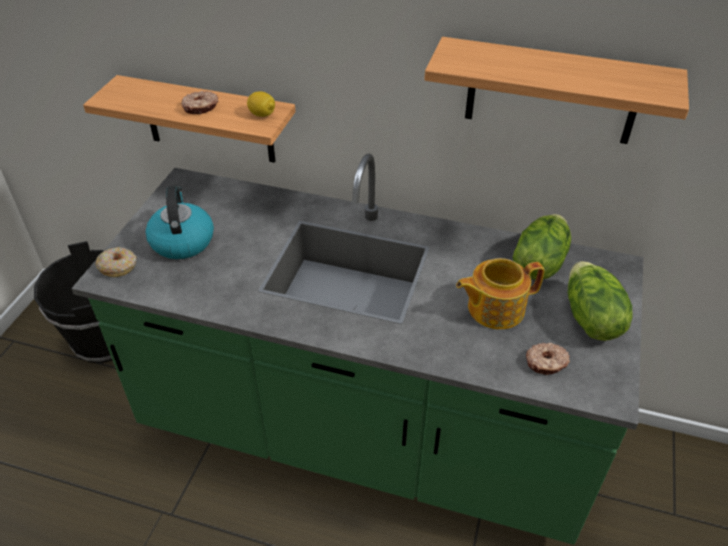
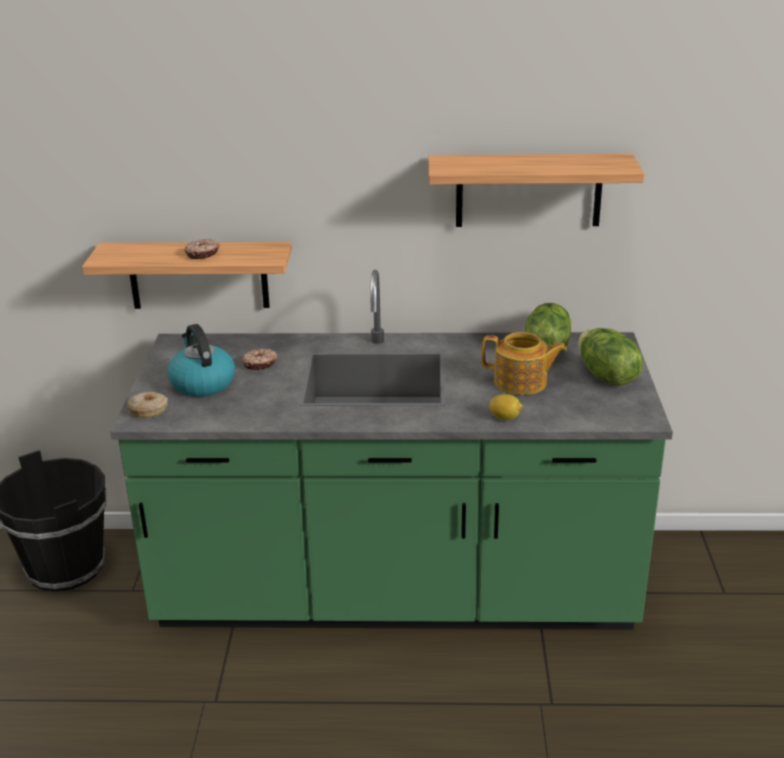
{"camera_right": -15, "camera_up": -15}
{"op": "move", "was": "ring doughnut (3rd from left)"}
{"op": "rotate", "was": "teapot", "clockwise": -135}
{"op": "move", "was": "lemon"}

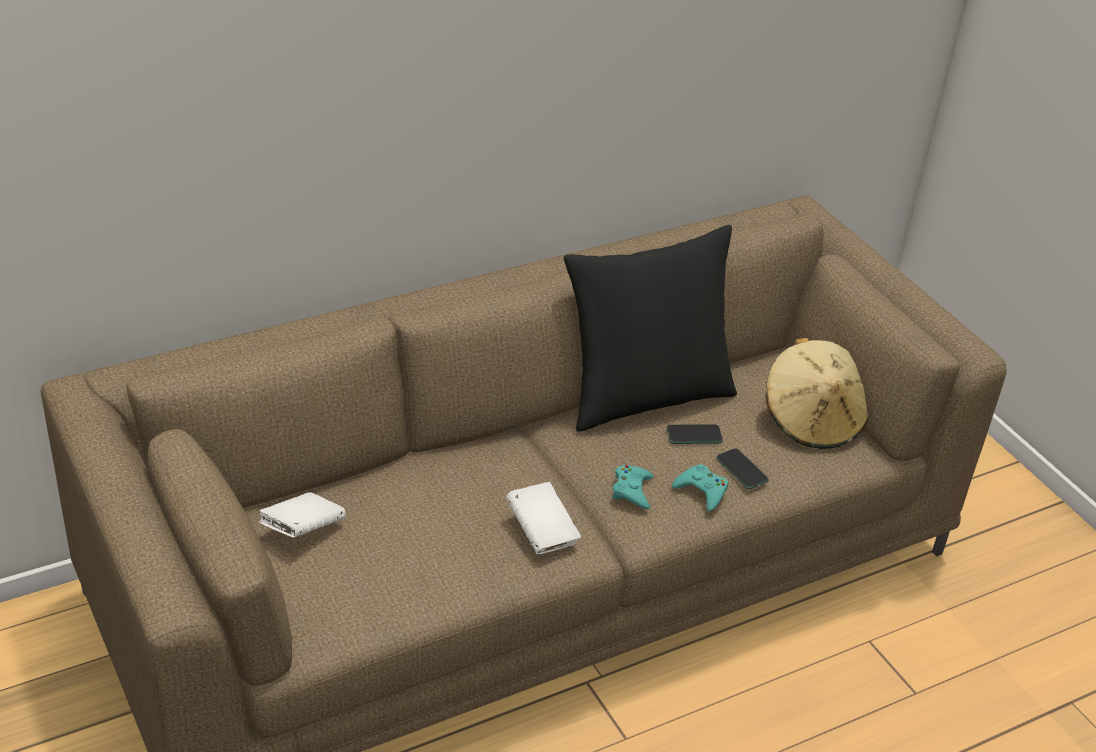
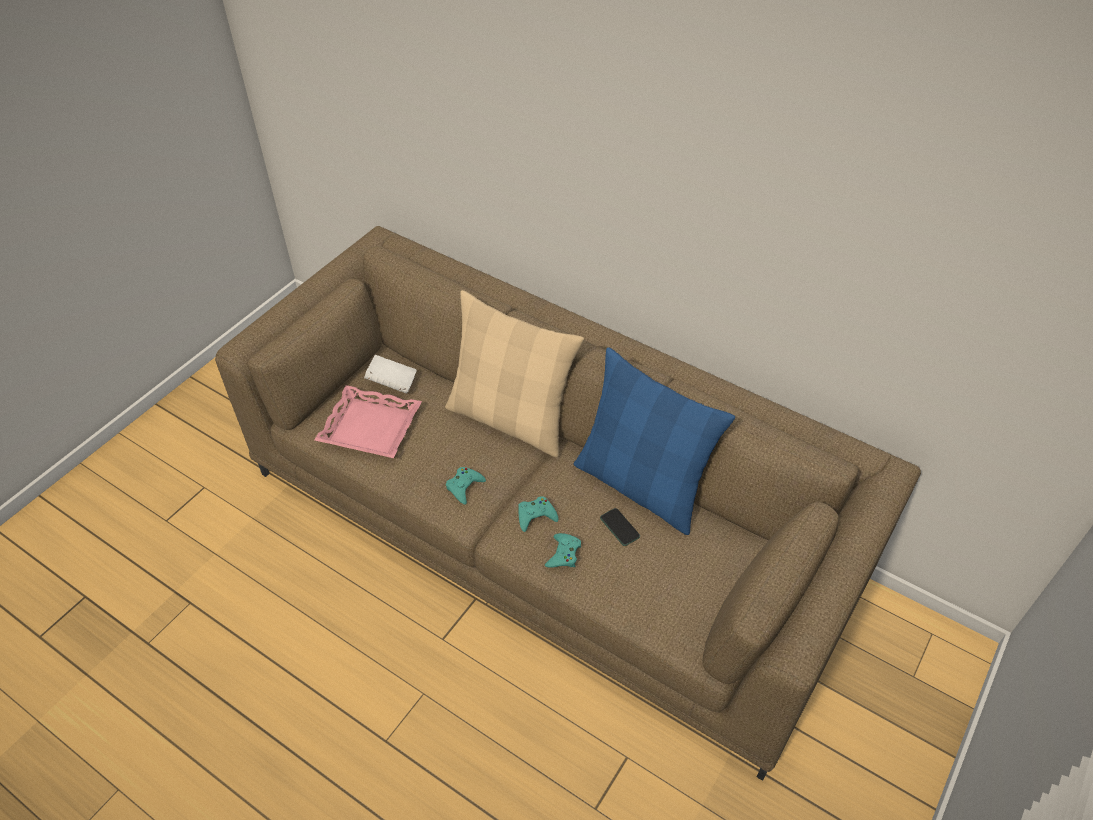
{"camera_right": 65, "camera_up": 10}
{"op": "insert", "now": "pink-coloured carrying tray"}
{"op": "insert", "now": "sand-coloured throw pillow"}
{"op": "replace", "was": "whitish book (2nd from left)", "now": "blue-green game controller (1st from left)"}
{"op": "recolor", "was": "blackish throw pillow", "now": "bluish throw pillow"}
{"op": "delete", "was": "telephone (2nd from left)"}
{"op": "delete", "was": "sand-coloured clothing hat"}

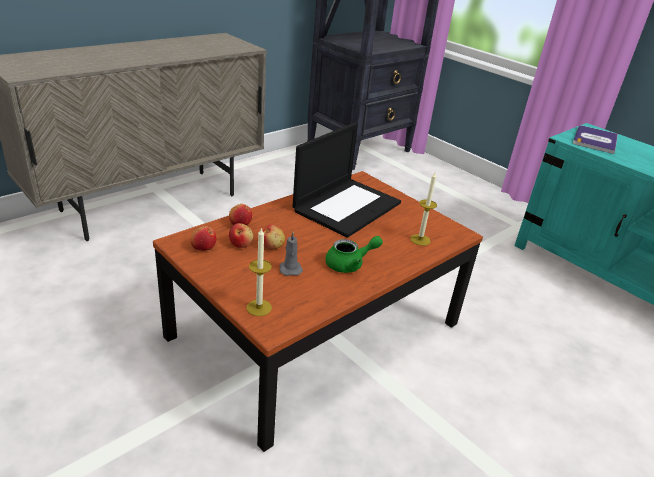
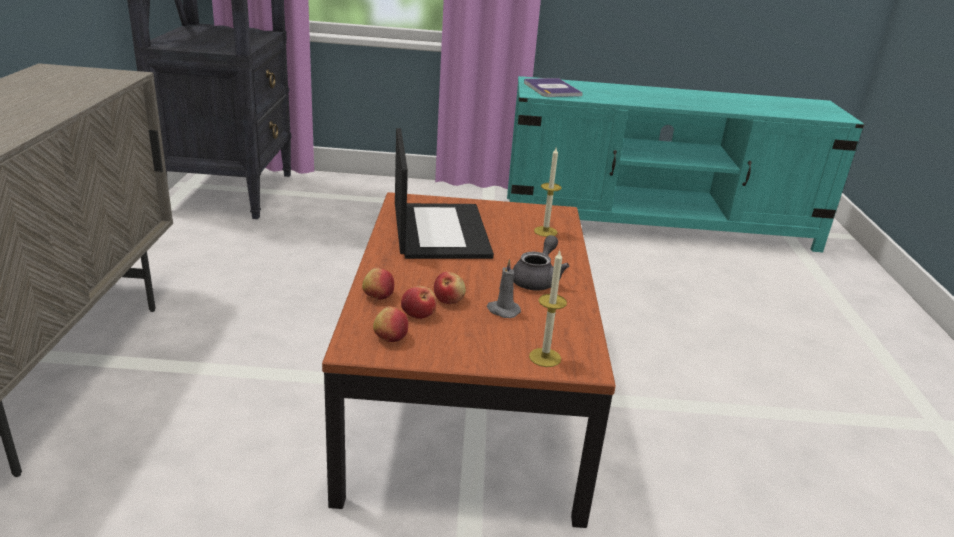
{"camera_right": -45, "camera_up": -5}
{"op": "recolor", "was": "greenish teapot", "now": "gray teapot"}

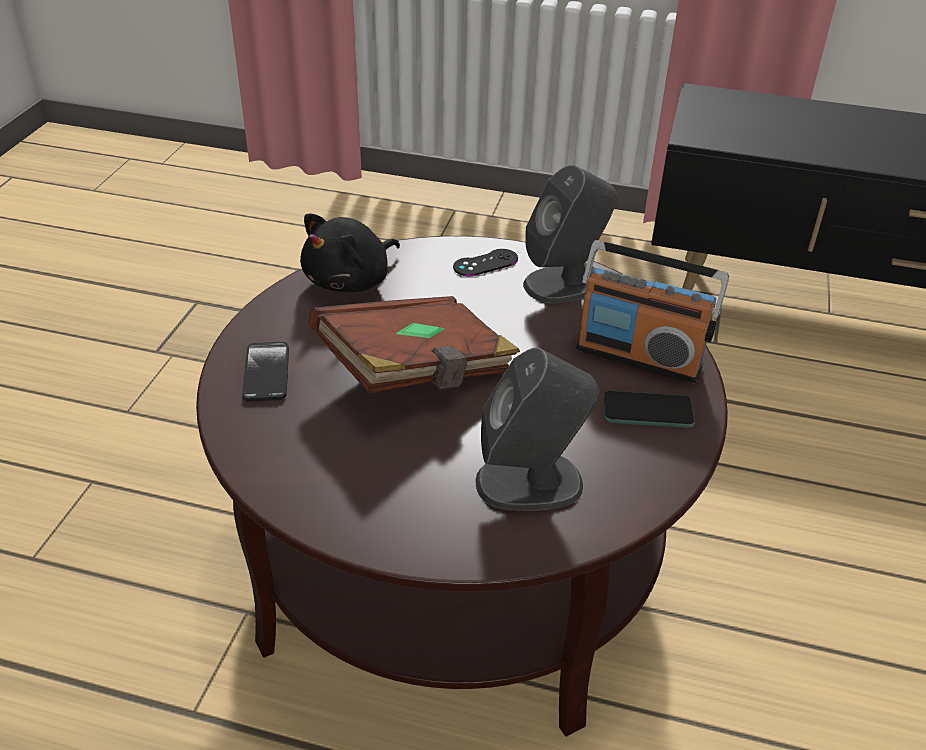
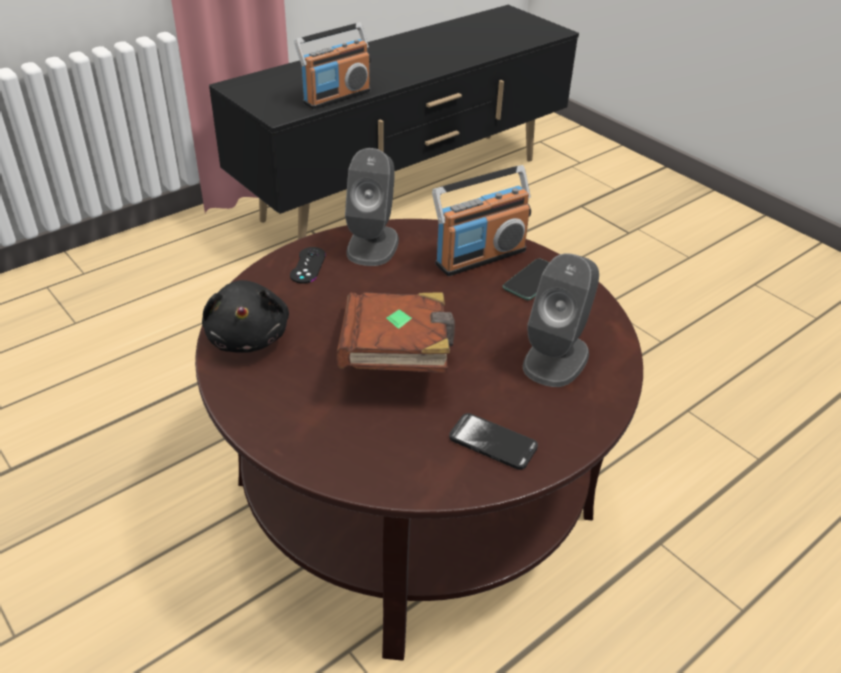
{"camera_right": -55, "camera_up": 0}
{"op": "insert", "now": "radio receiver (1st from left)"}
{"op": "move", "was": "telephone (1st from left)"}

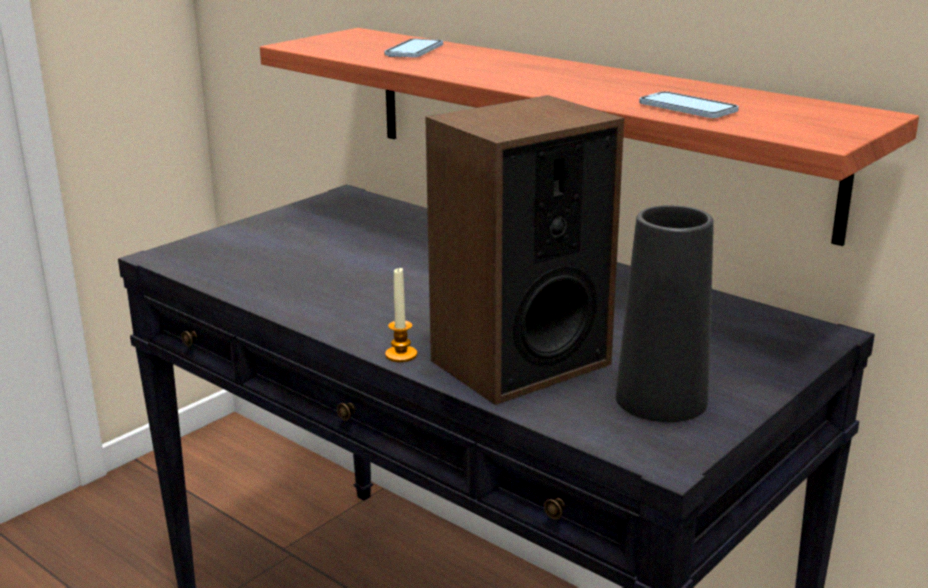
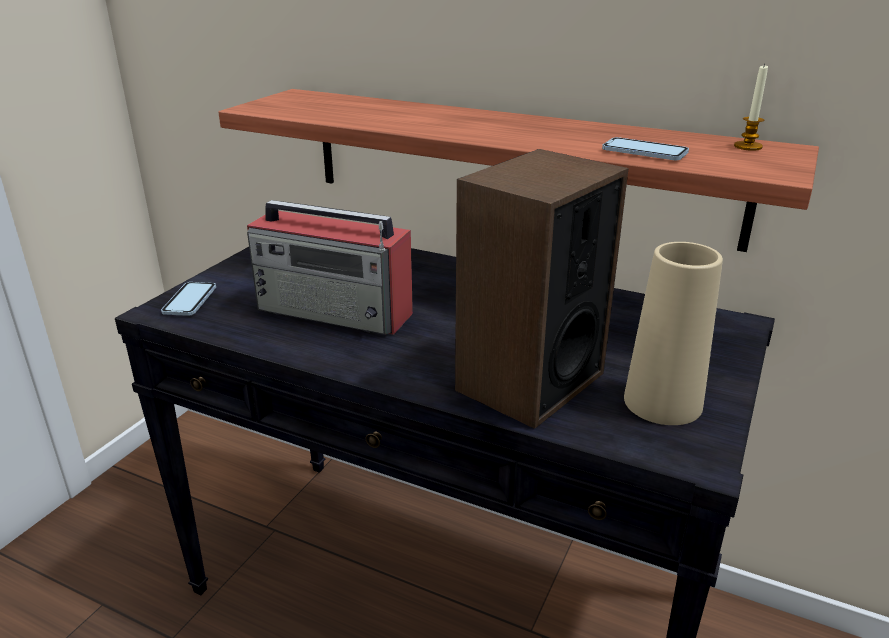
{"camera_right": -15, "camera_up": 5}
{"op": "move", "was": "telephone (1st from left)"}
{"op": "insert", "now": "radio receiver"}
{"op": "recolor", "was": "blackish flower vase", "now": "sand-coloured flower vase"}
{"op": "move", "was": "wax light"}

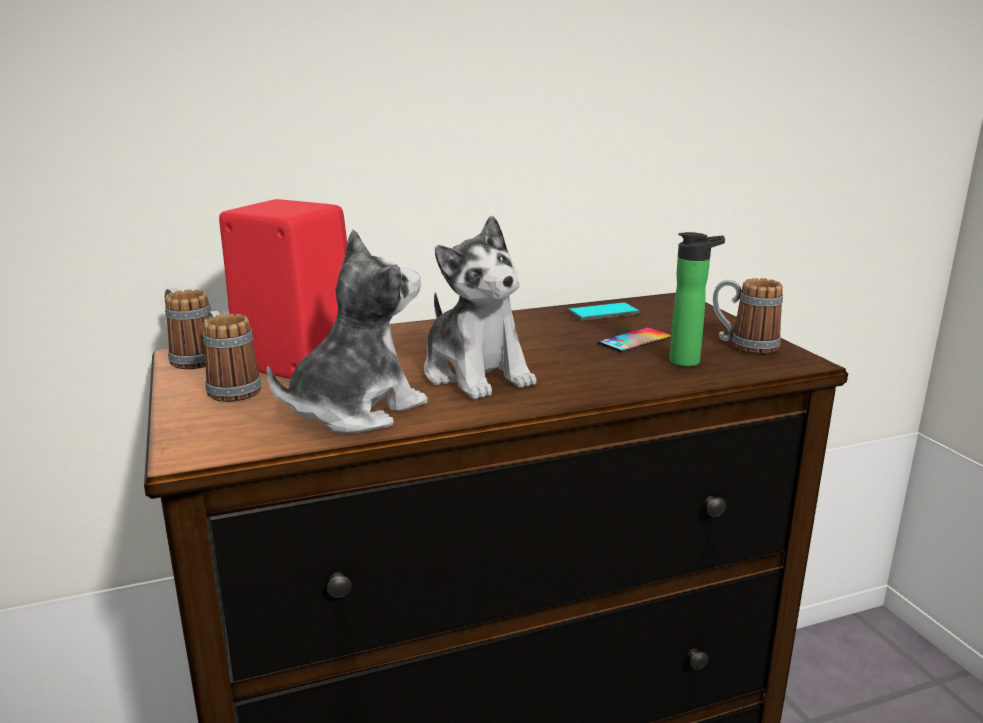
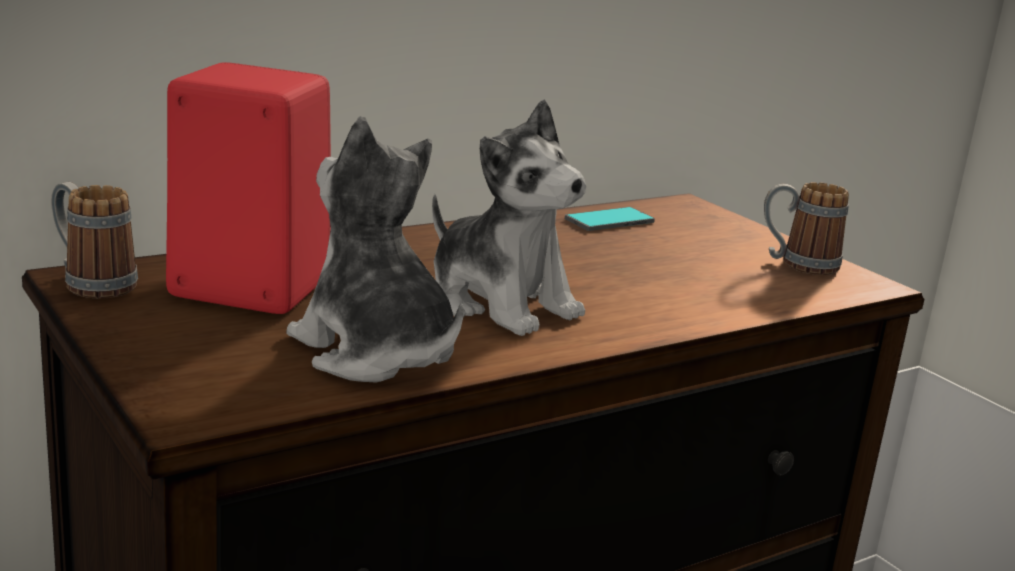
{"camera_right": -15, "camera_up": 0}
{"op": "rotate", "was": "cuddly toy (1st from left)", "clockwise": -75}
{"op": "delete", "was": "tea mug (2nd from left)"}
{"op": "delete", "was": "telephone (2nd from left)"}
{"op": "delete", "was": "beverage bottle"}

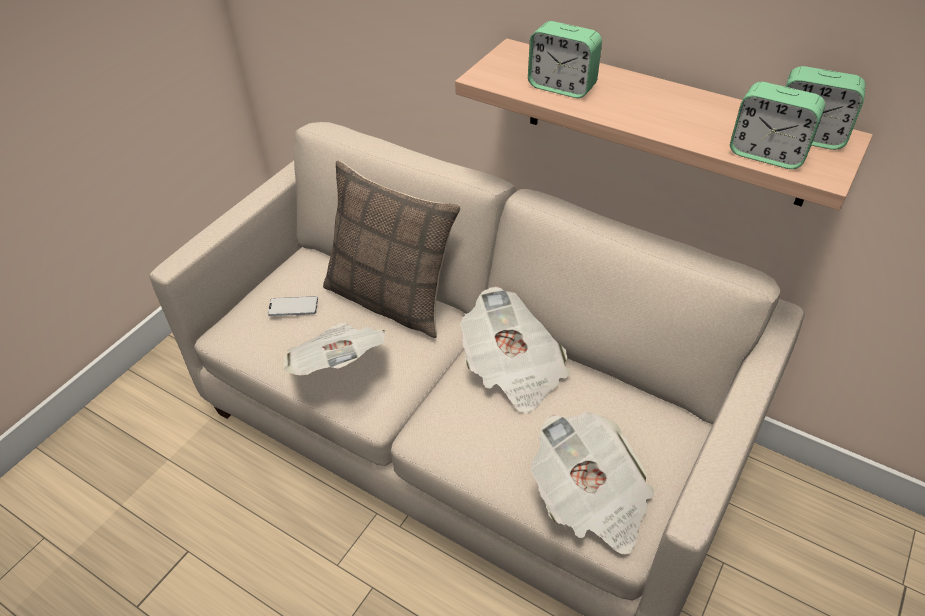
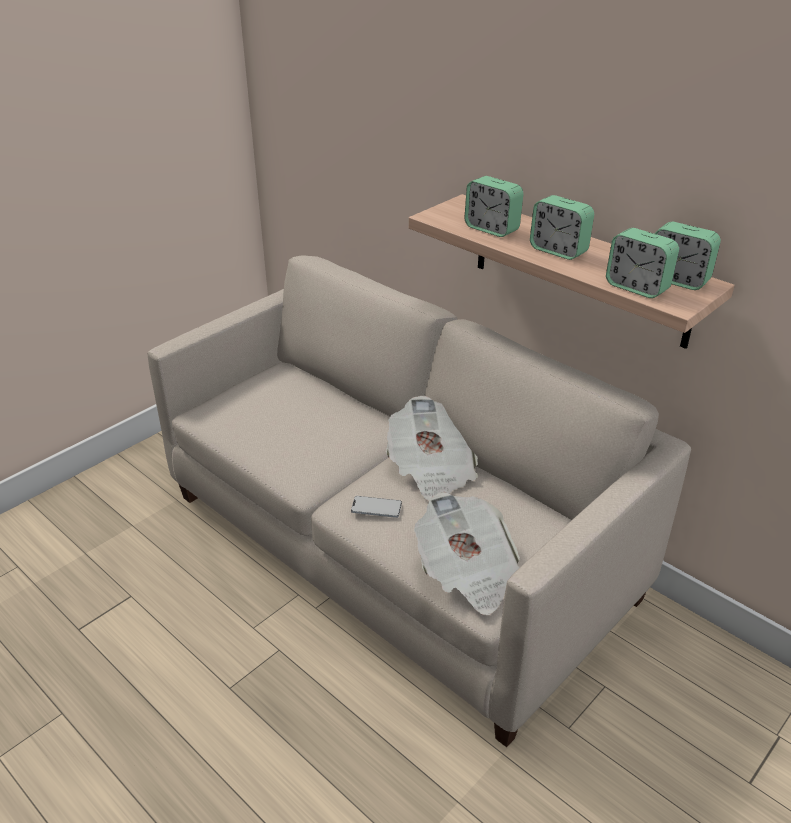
{"camera_right": 10, "camera_up": -10}
{"op": "move", "was": "telephone"}
{"op": "insert", "now": "alarm clock (2nd from left)"}
{"op": "delete", "was": "daily paper (1st from left)"}
{"op": "delete", "was": "throw pillow"}

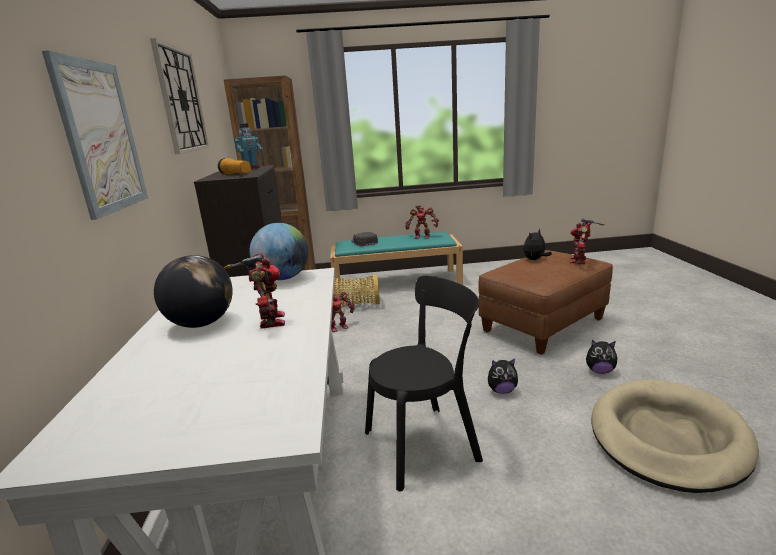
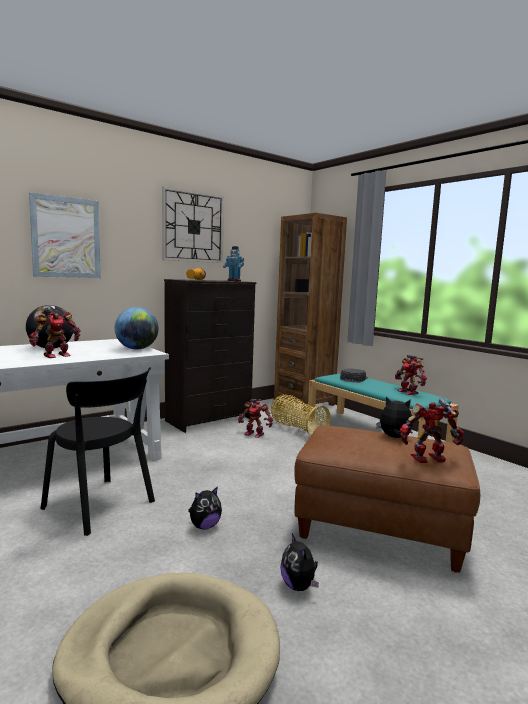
{"camera_right": 55, "camera_up": -10}
{"op": "rotate", "was": "cuddly toy (1st from left)", "clockwise": -90}

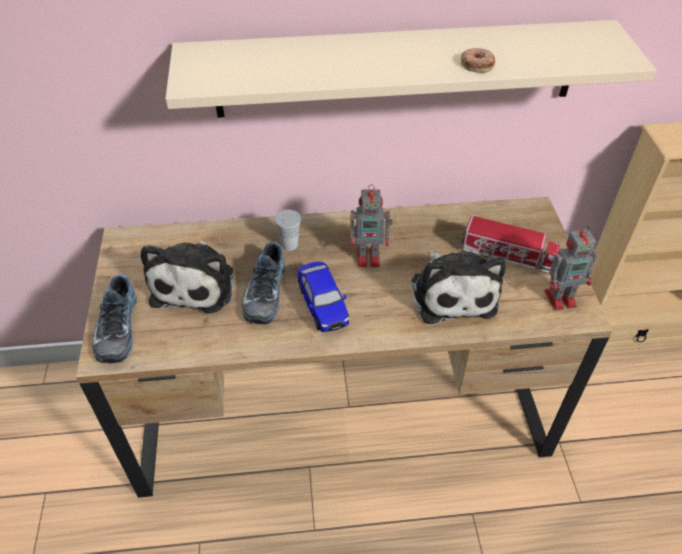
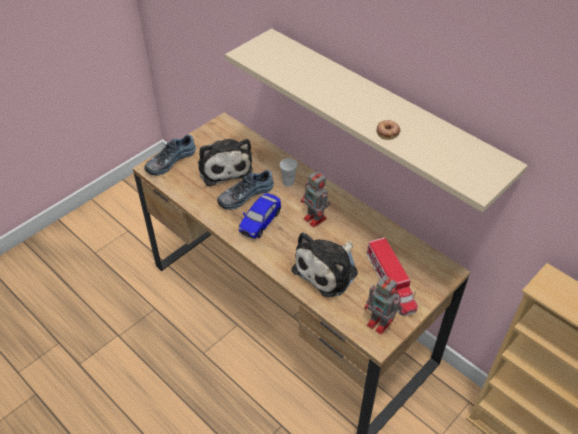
{"camera_right": 50, "camera_up": 0}
{"op": "rotate", "was": "cuddly toy (1st from left)", "clockwise": -75}

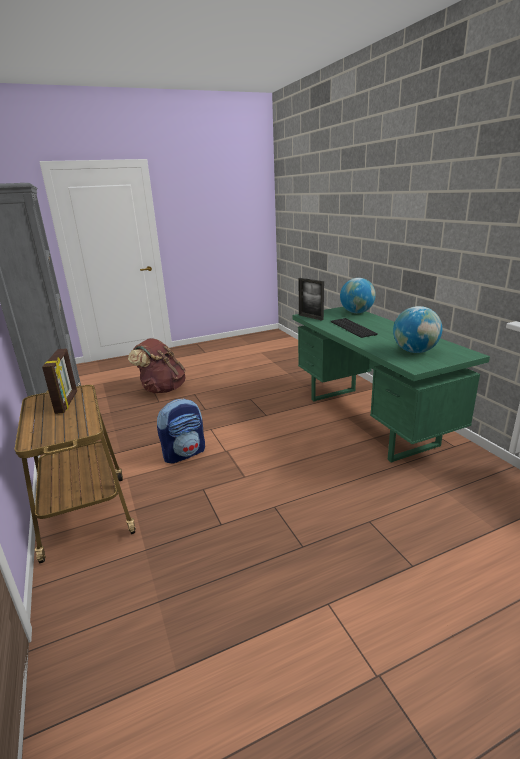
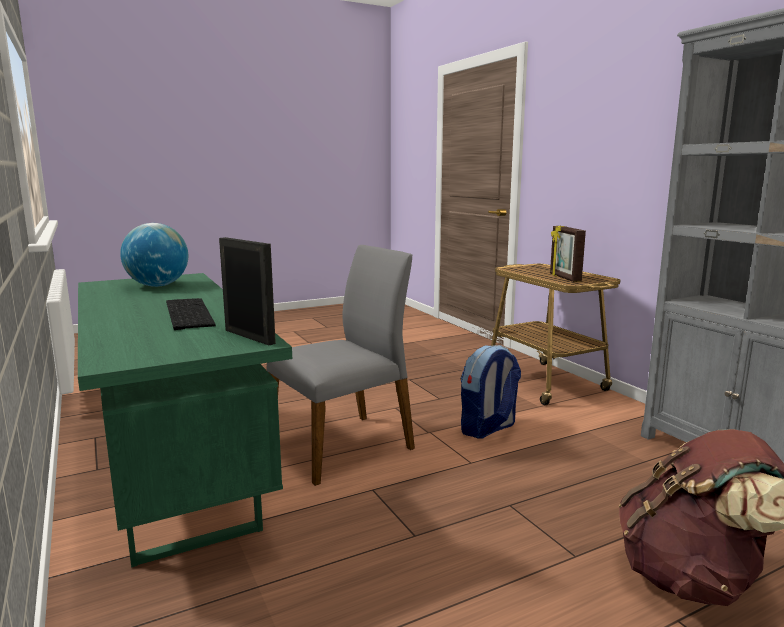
{"camera_right": 175, "camera_up": -10}
{"op": "insert", "now": "gray upright chair"}
{"op": "delete", "was": "world globe (1st from left)"}

